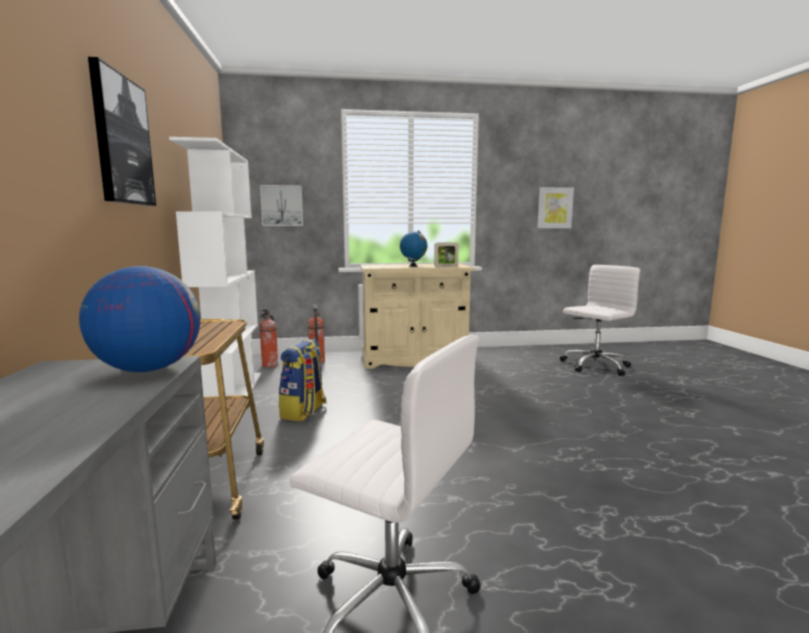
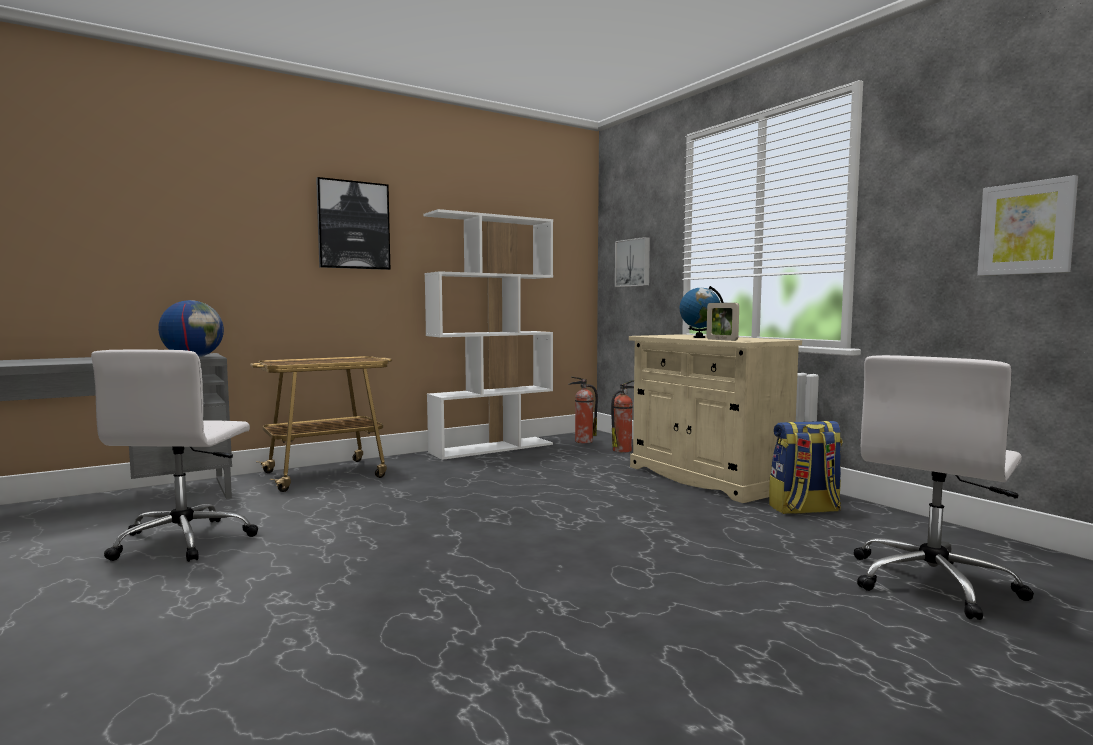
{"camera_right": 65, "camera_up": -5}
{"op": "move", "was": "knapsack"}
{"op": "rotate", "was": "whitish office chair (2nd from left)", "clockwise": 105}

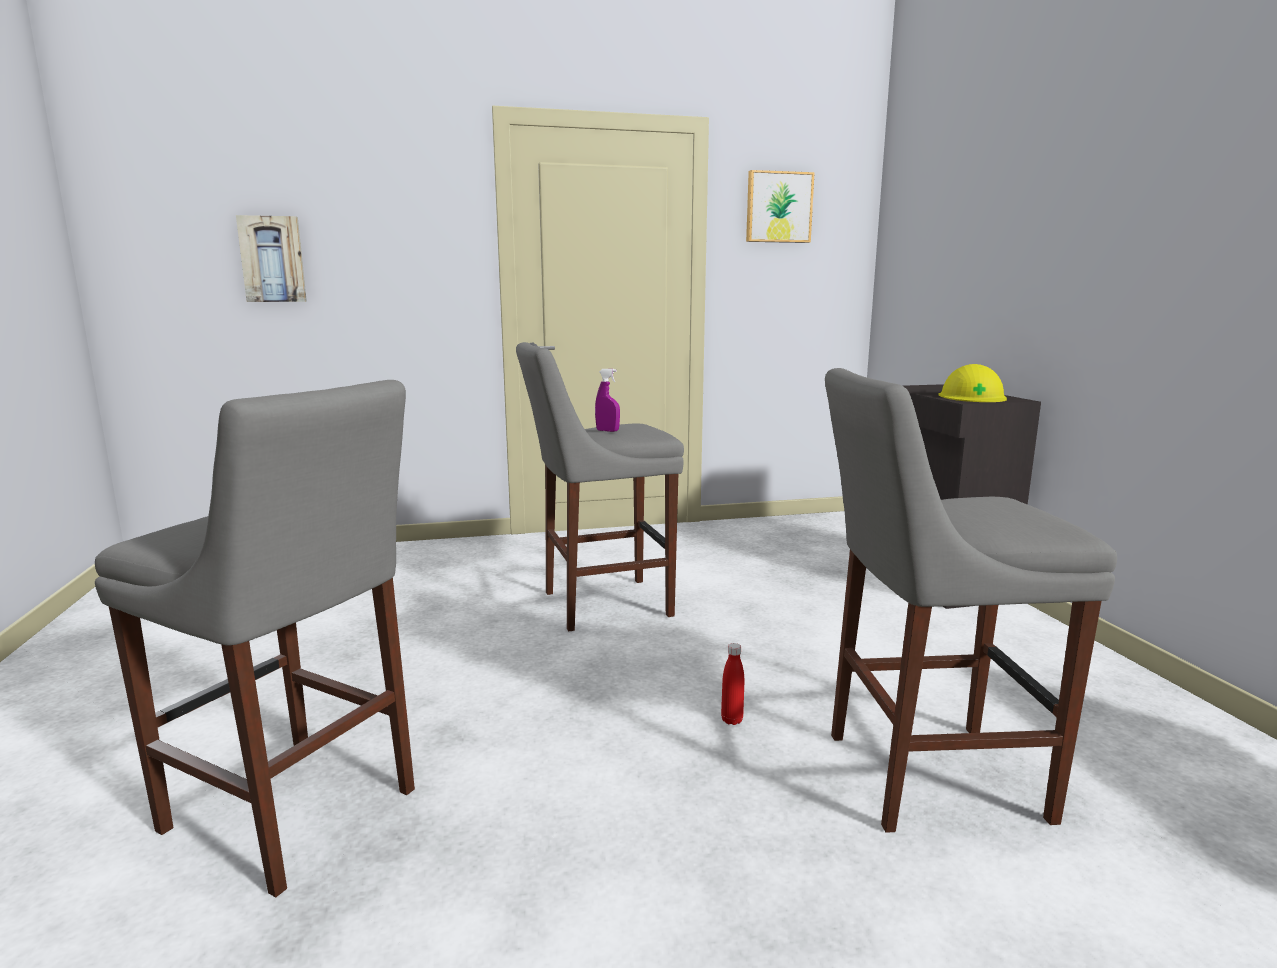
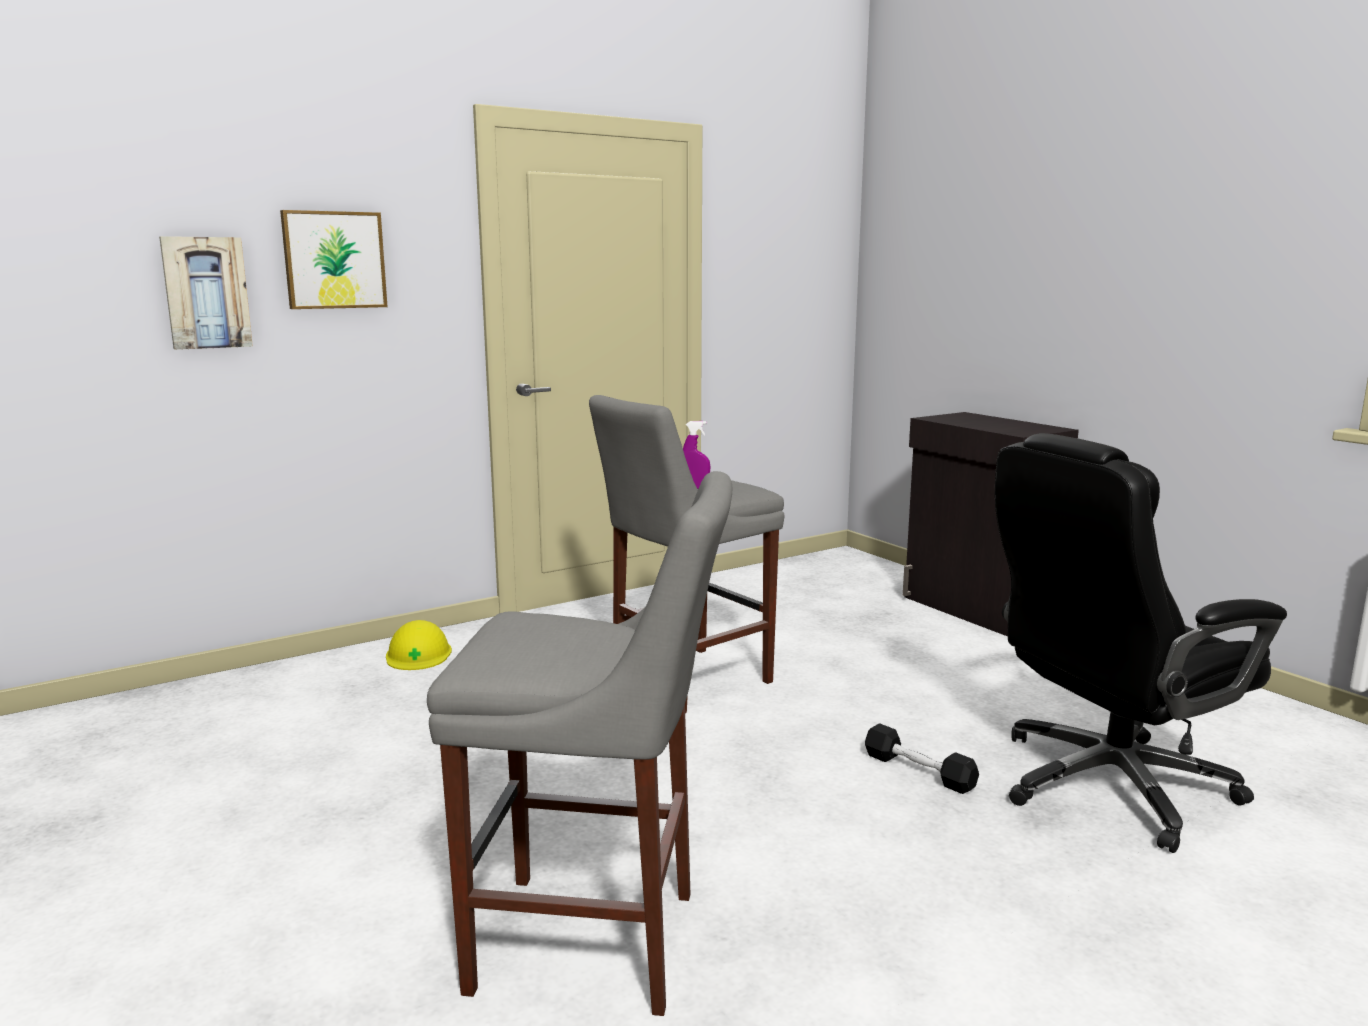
{"camera_right": -20, "camera_up": 0}
{"op": "move", "was": "wall picture (2nd from left)"}
{"op": "move", "was": "yellow work helmet"}
{"op": "replace", "was": "reddish beverage bottle", "now": "blackish free weight"}
{"op": "replace", "was": "gray stool (3rd from left)", "now": "blackish office chair"}

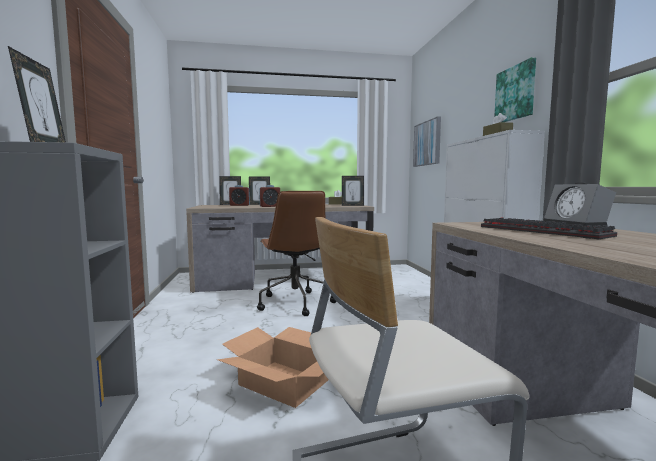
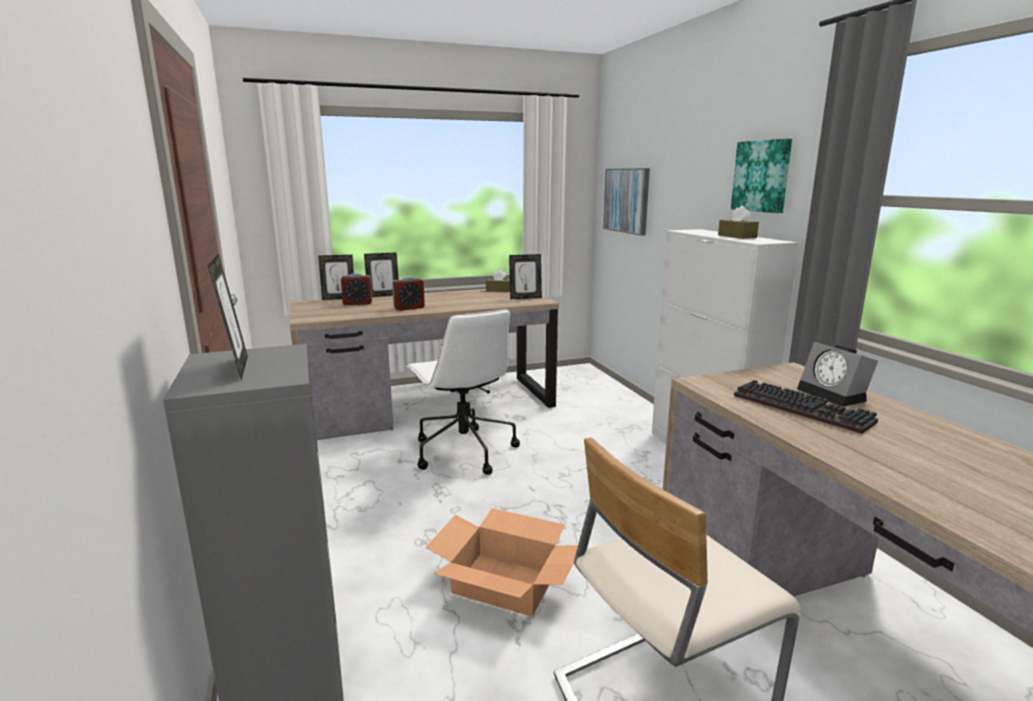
{"camera_right": -10, "camera_up": 10}
{"op": "recolor", "was": "brown office chair", "now": "whitish office chair"}

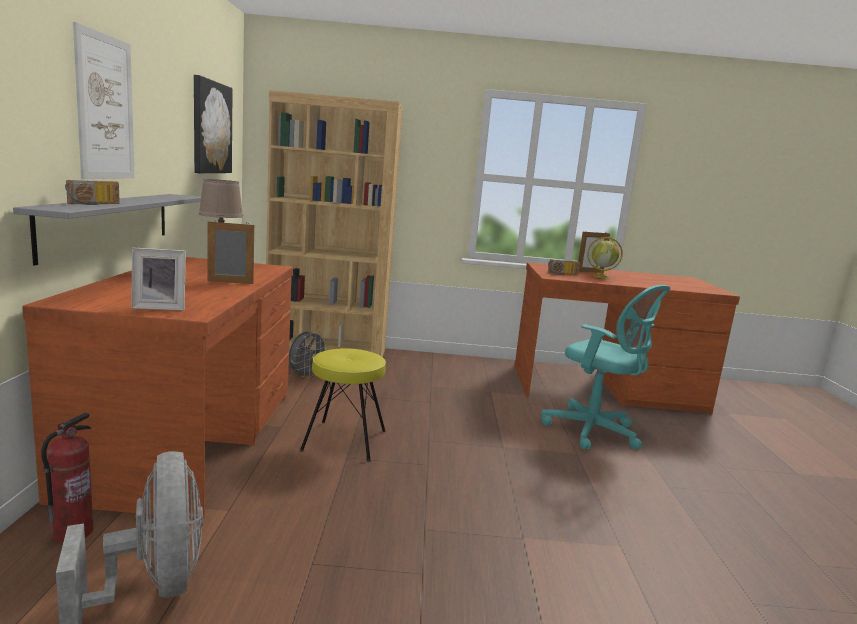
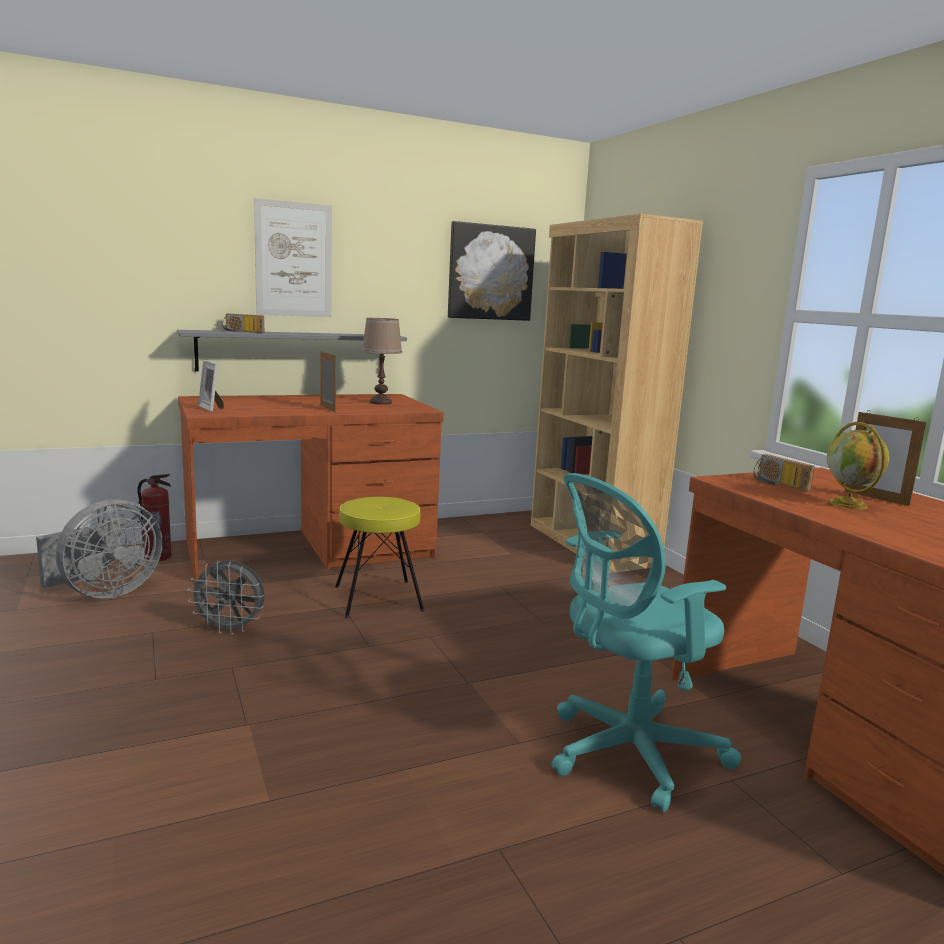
{"camera_right": 65, "camera_up": 0}
{"op": "move", "was": "gray fan (2nd from left)"}
{"op": "rotate", "was": "blue-green office chair", "clockwise": 45}

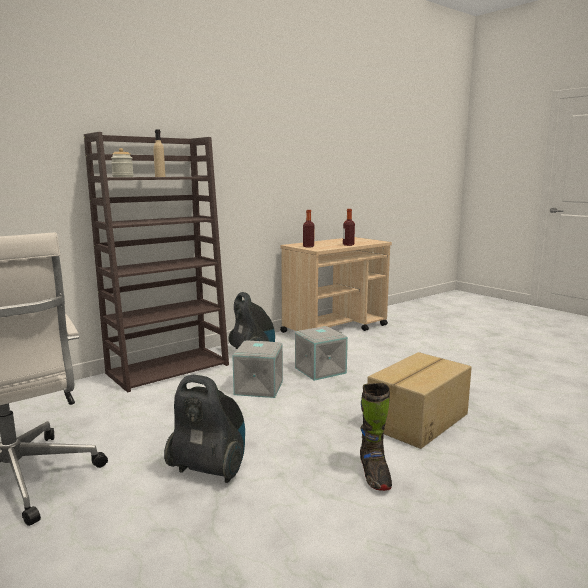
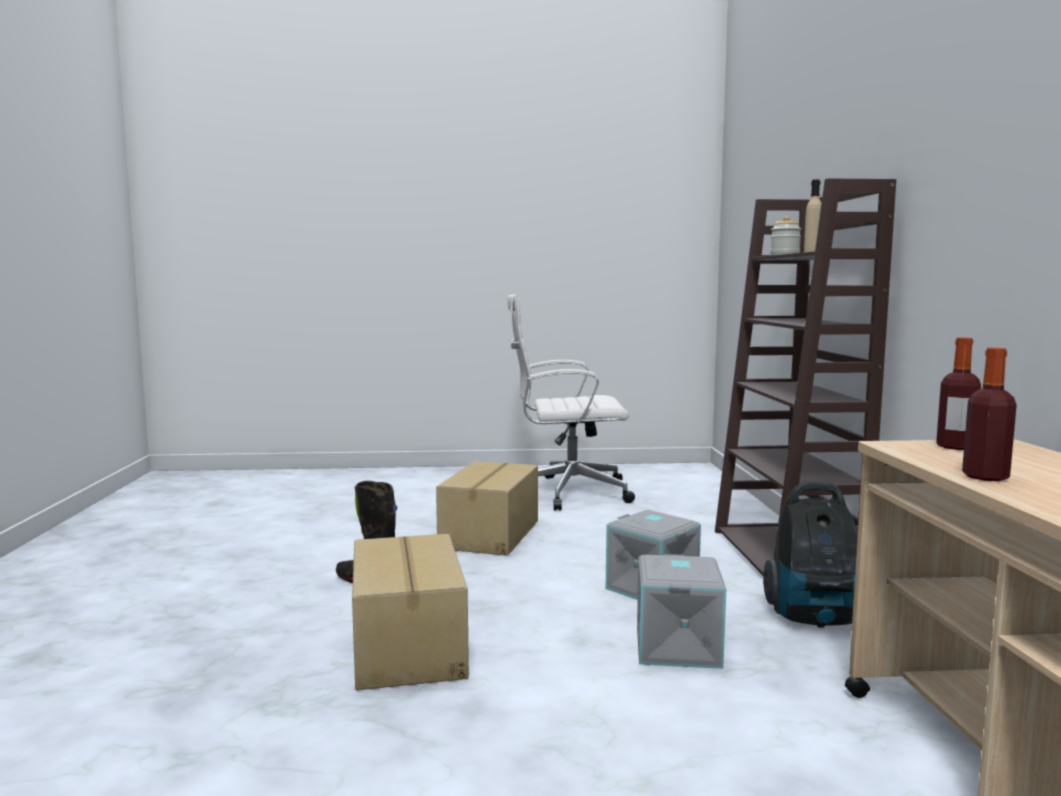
{"camera_right": 125, "camera_up": -5}
{"op": "replace", "was": "hoover (1st from left)", "now": "carton (2nd from left)"}

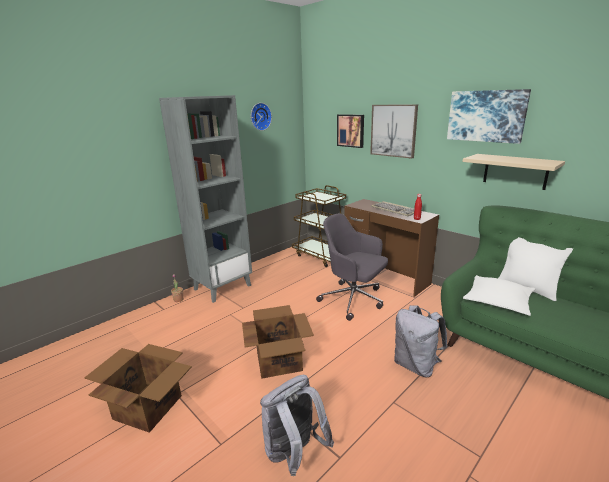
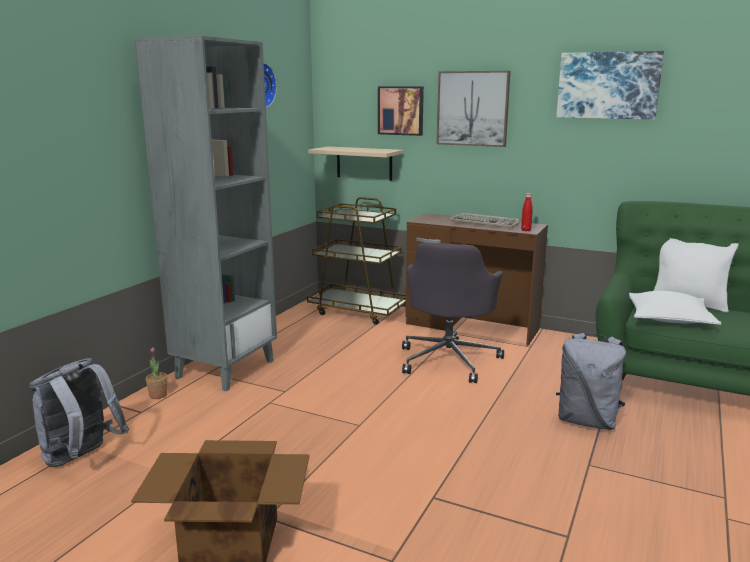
{"camera_right": -20, "camera_up": -5}
{"op": "move", "was": "gray knapsack (1st from left)"}
{"op": "move", "was": "sand-coloured shelf"}
{"op": "rotate", "was": "gray office chair", "clockwise": -90}
{"op": "delete", "was": "carton (2nd from left)"}

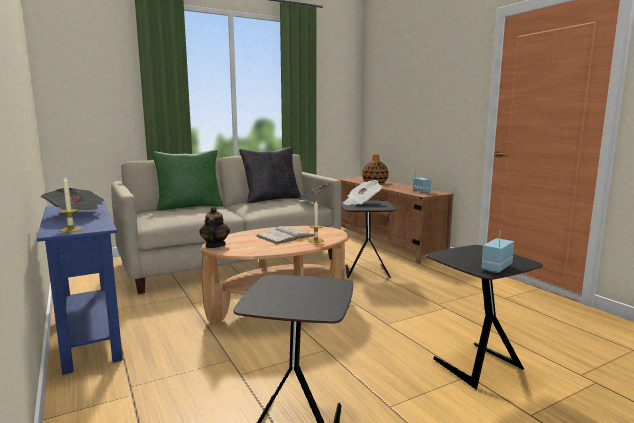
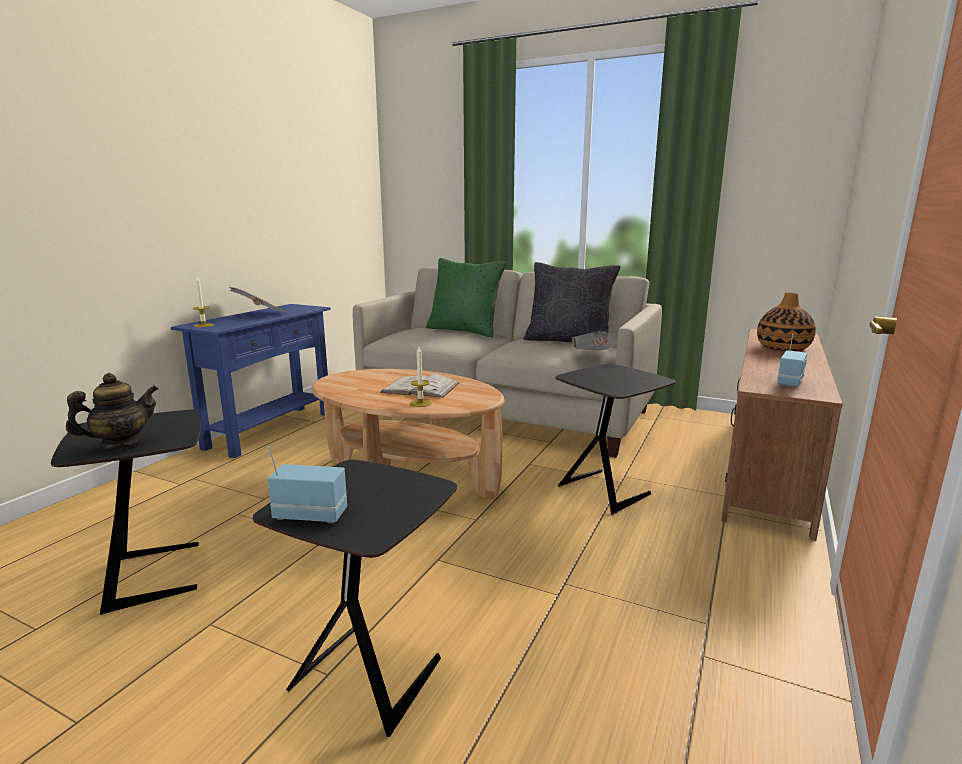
{"camera_right": 55, "camera_up": 5}
{"op": "move", "was": "teapot"}
{"op": "delete", "was": "daily paper (3rd from left)"}

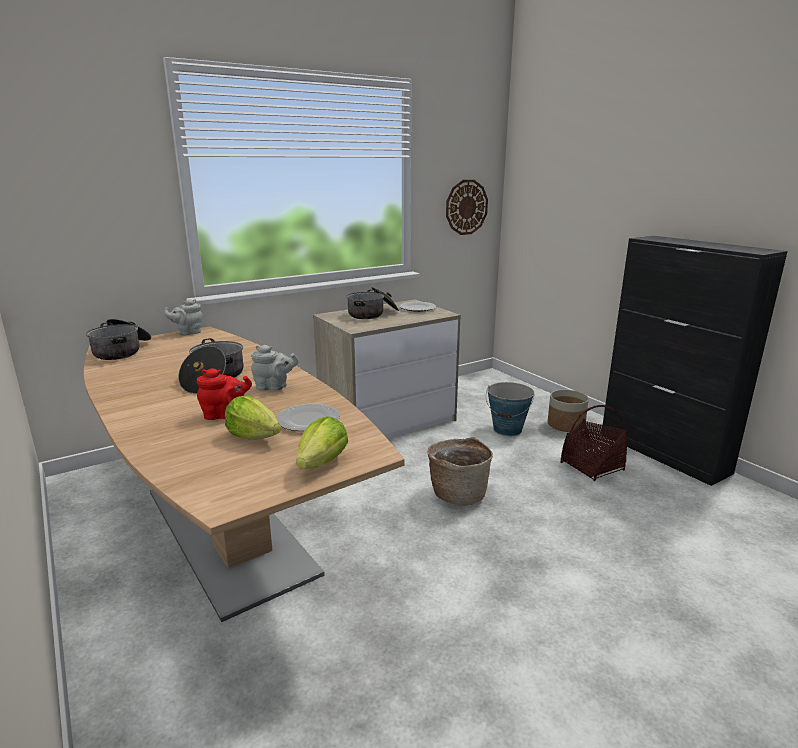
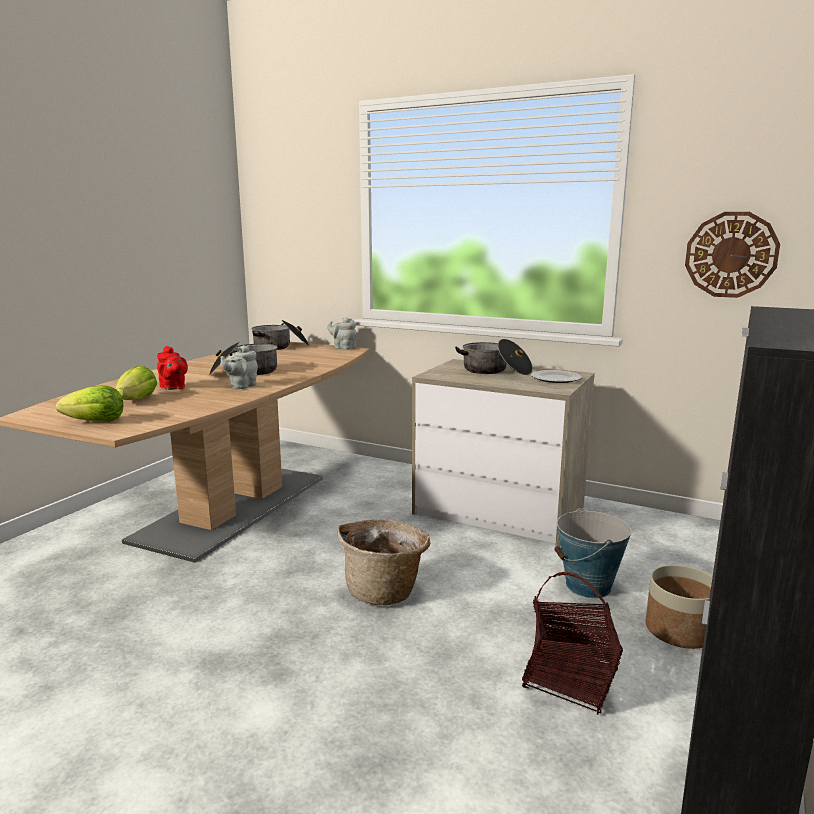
{"camera_right": 60, "camera_up": -5}
{"op": "rotate", "was": "gray teapot (2nd from left in the first image)", "clockwise": 60}
{"op": "delete", "was": "dinner plate (1st from left)"}

